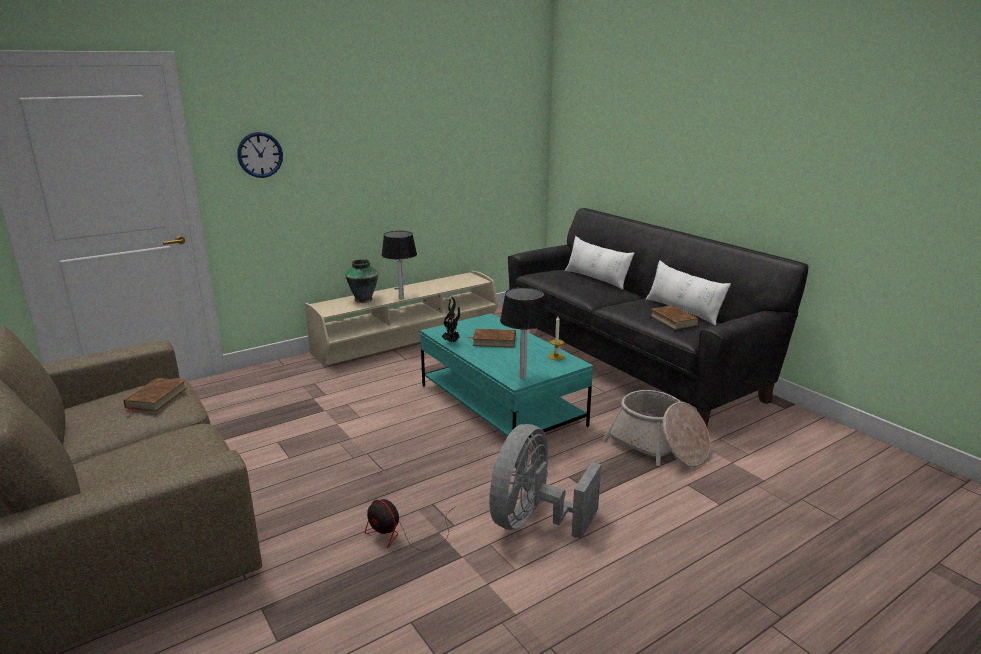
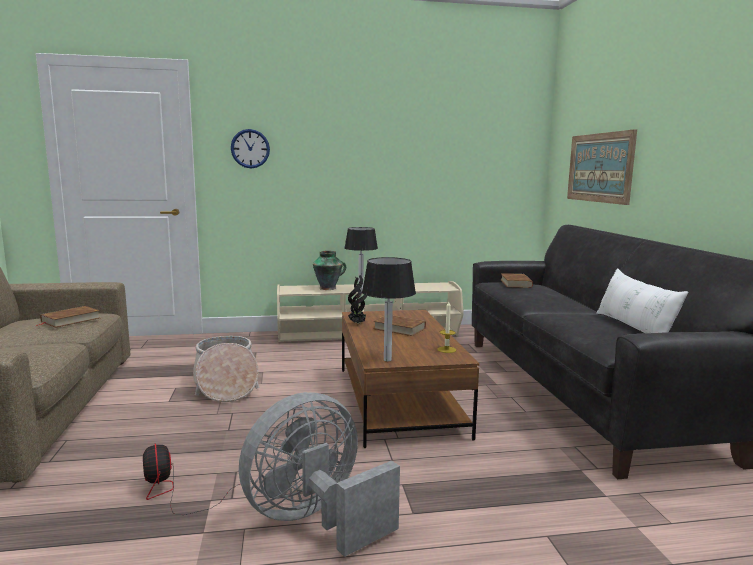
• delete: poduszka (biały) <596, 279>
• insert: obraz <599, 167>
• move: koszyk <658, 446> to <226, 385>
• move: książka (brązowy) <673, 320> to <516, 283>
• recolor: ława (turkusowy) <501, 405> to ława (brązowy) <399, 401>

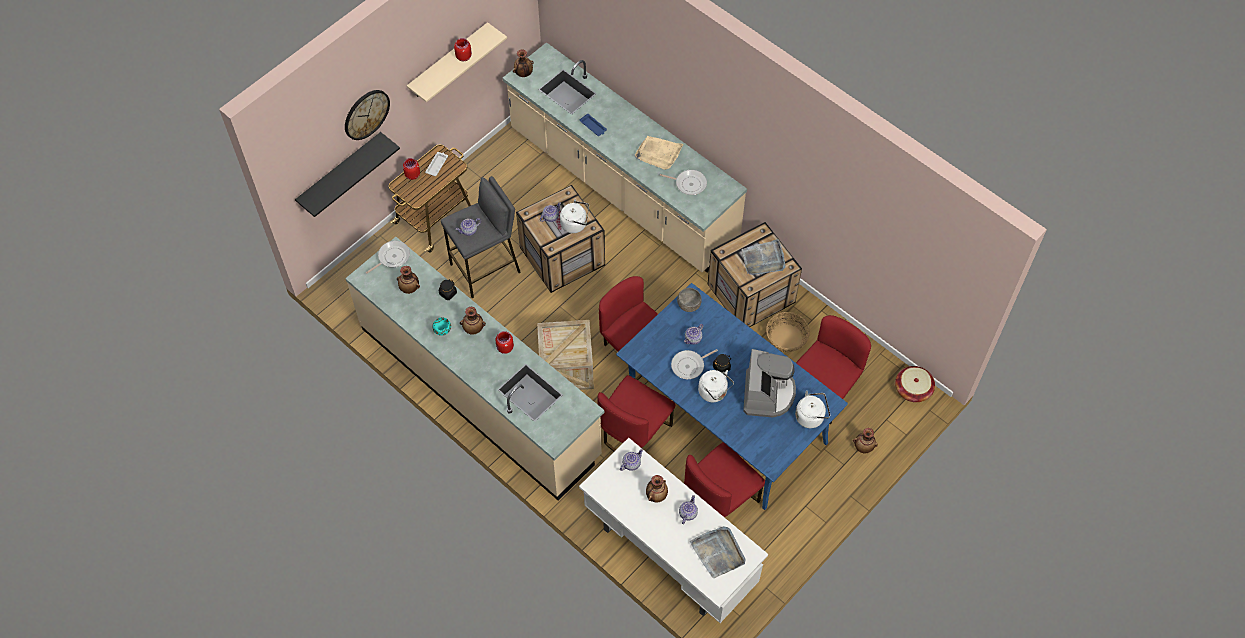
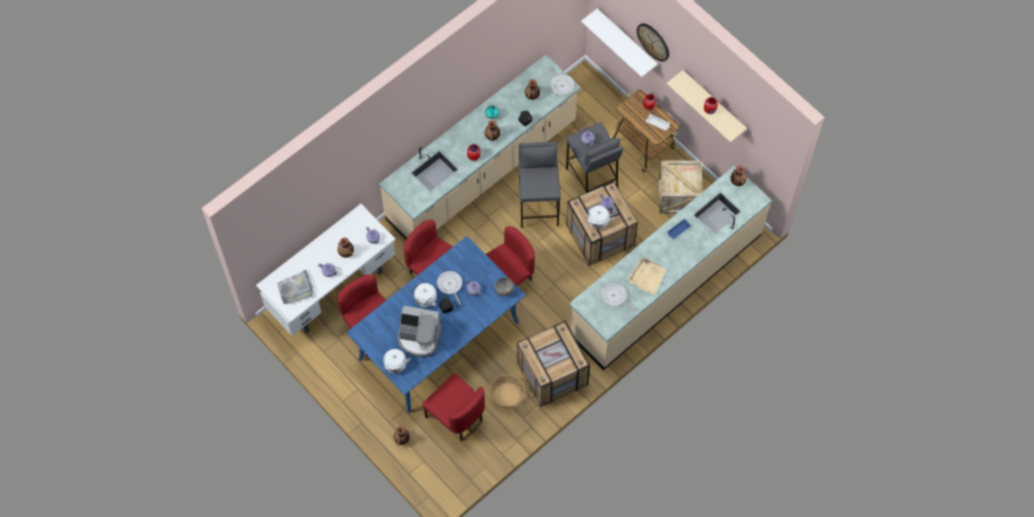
• delete: taca (szary) <763, 259>
• delete: koszyk <913, 389>
• insert: stołek (szary) <538, 206>
• move: skrzynka <566, 368> to <678, 196>
• recolor: półka (czarny) <340, 172> to półka (biały) <626, 41>
• rotate: patelnia <689, 183> = <614, 296> 105 degrees clockwise

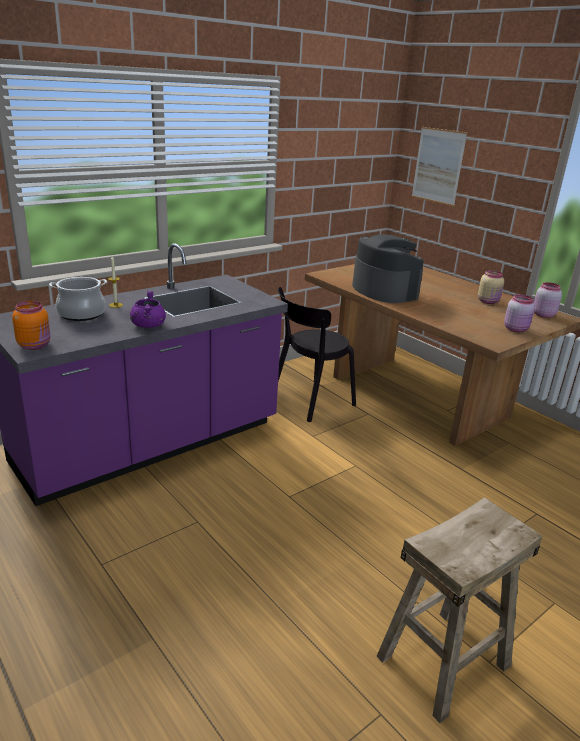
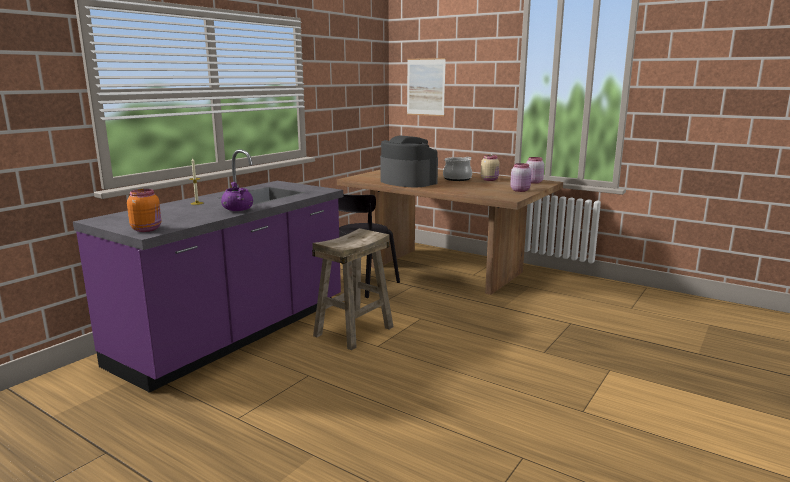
• move: garnek <81, 314> to <457, 179>
• move: stołek (beżowy) <443, 660> to <353, 331>

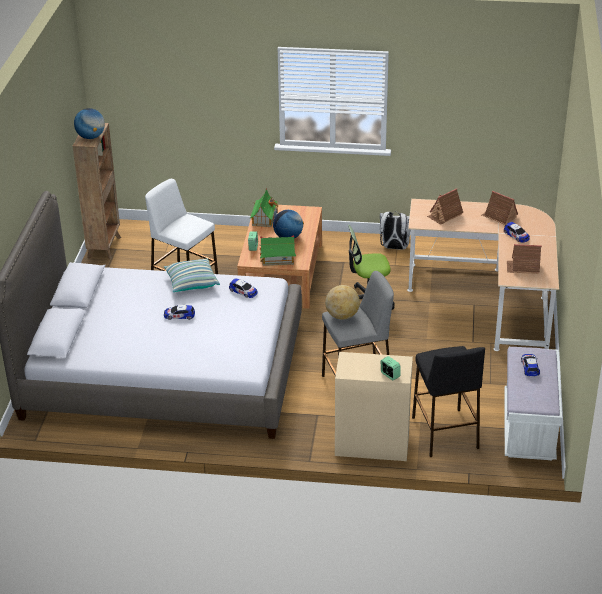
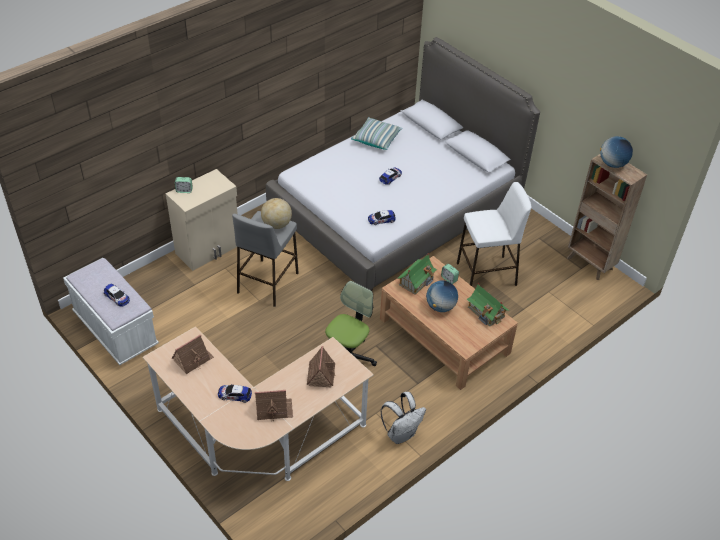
• delete: stołek (czarny) <445, 433>
• move: poduszka <191, 283> to <376, 139>

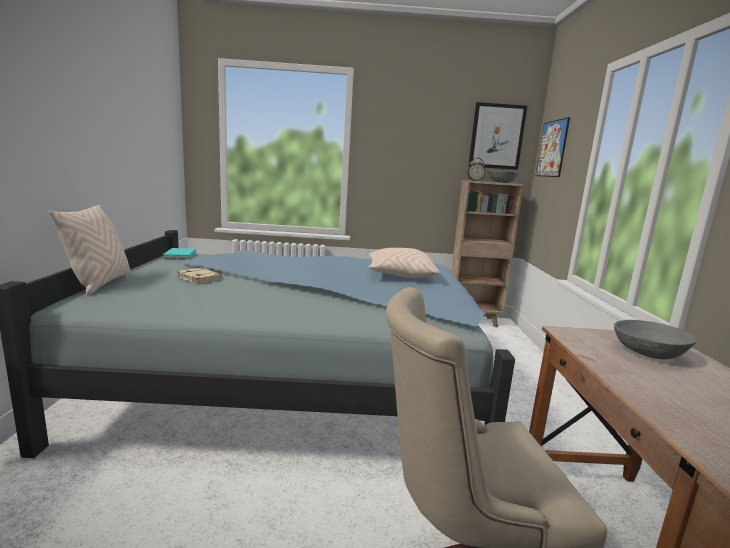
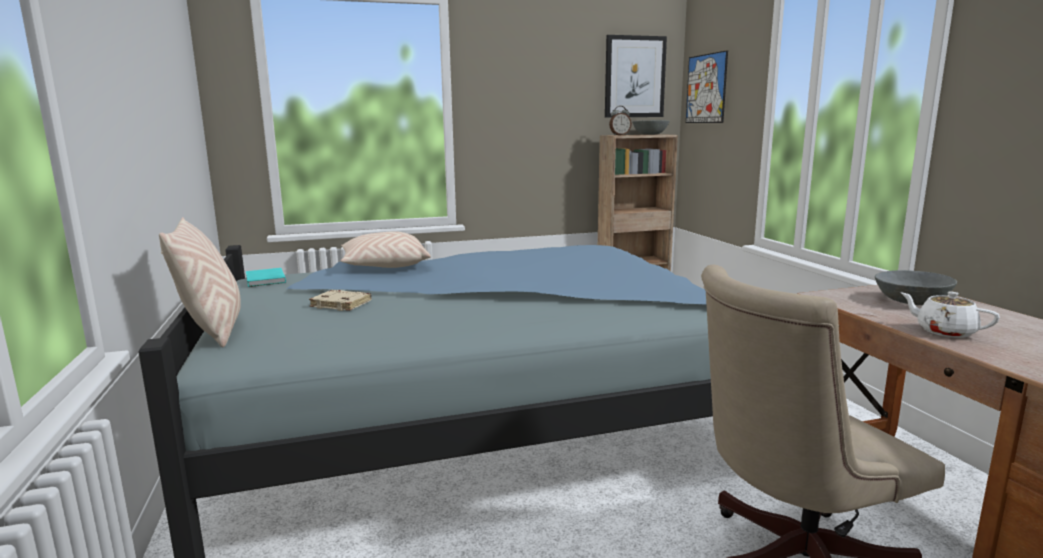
• insert: imbryk (biały) <944, 331>
• move: poduszka (beżowy) <400, 275> to <384, 266>

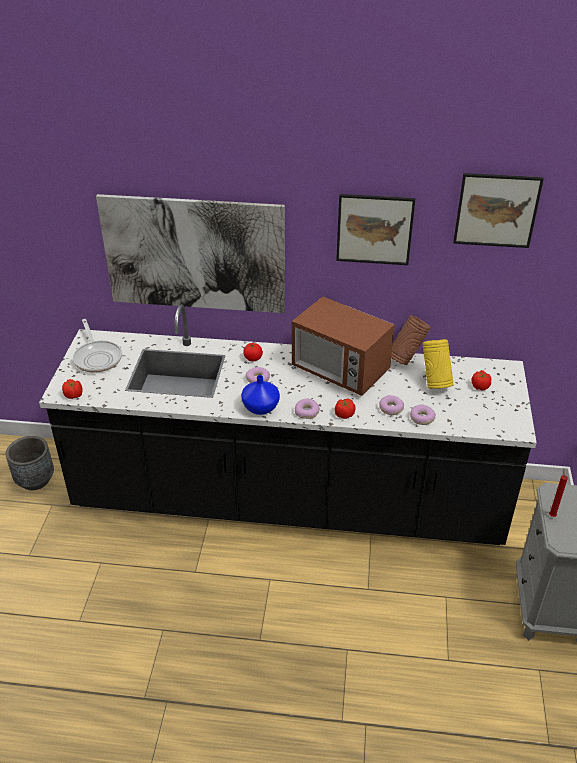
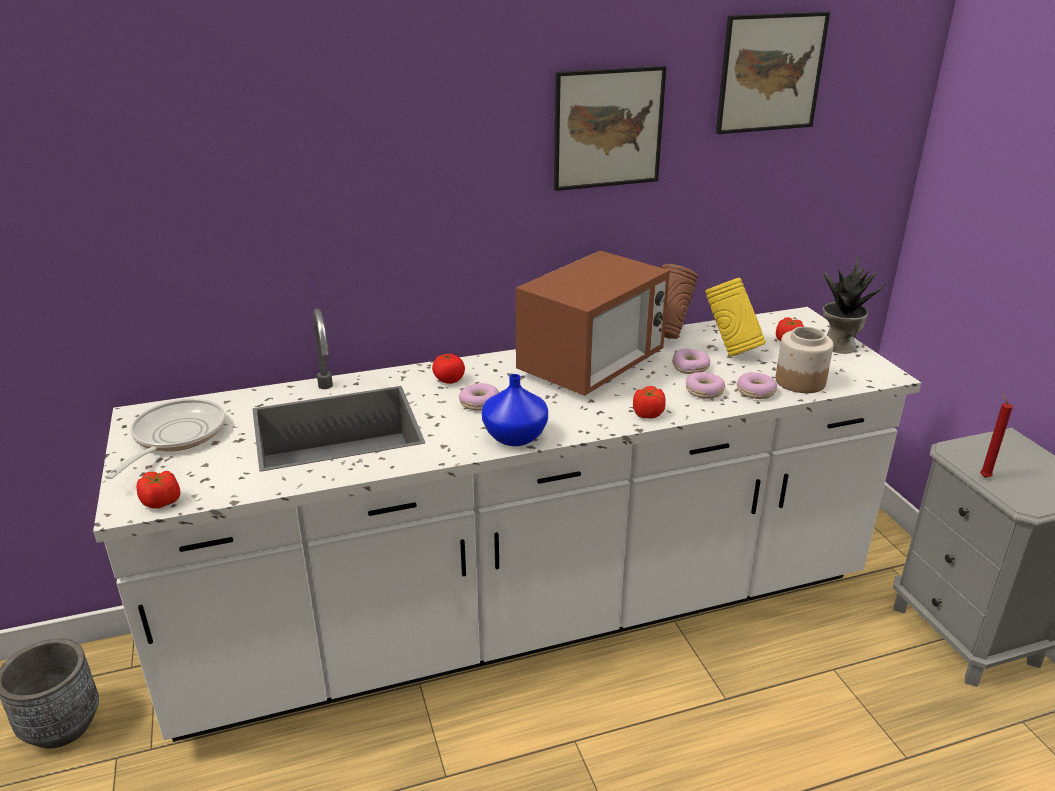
• delete: obraz <194, 254>
• insert: słoik <799, 382>
• insert: roślina doniczkowa <838, 346>
• move: donut <307, 412> to <690, 367>
• recolor: zabudowa kuchenna (czarny) <288, 501> to zabudowa kuchenna (biały) <527, 615>
• rotate: patelnia <97, 357> = <174, 437> 120 degrees counterclockwise
• rotate: mikrofalówka <340, 371> = <591, 366> 60 degrees counterclockwise

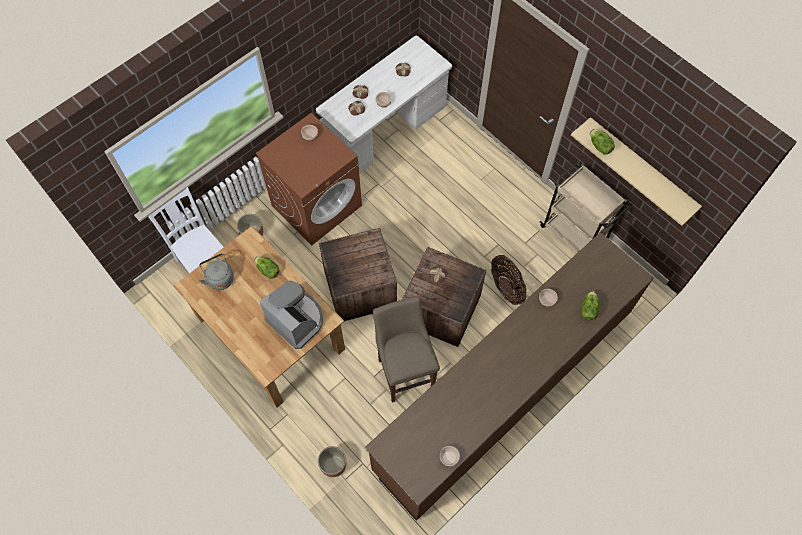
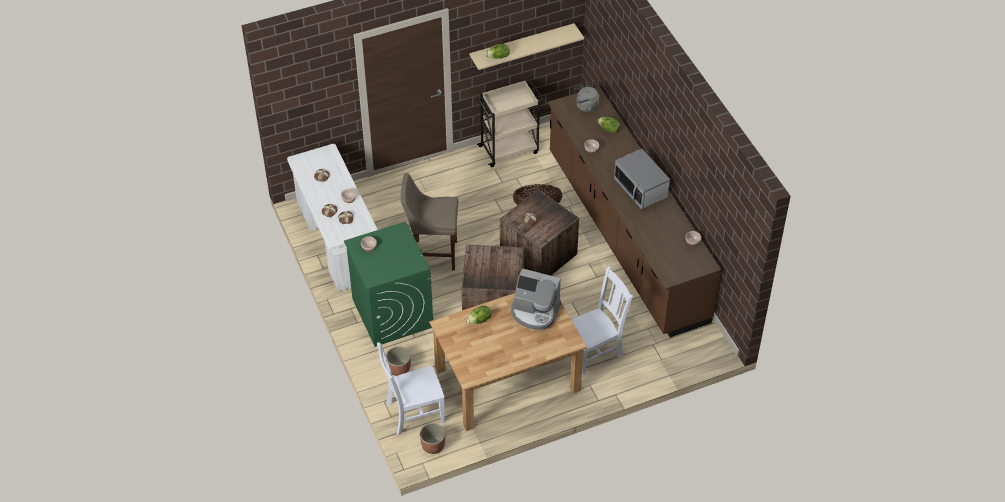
• insert: krzesło (biały) <594, 351>
• insert: mikrofalówka <641, 189>
• move: czajnik (szary) <219, 278> to <585, 107>
• move: donica <333, 465> to <433, 446>
• move: stołek (beżowy) <405, 371> to <432, 254>
• recolor: pralka (brązowy) <317, 205> to pralka (zielony) <392, 312>
• rotate: ekspres do kawy <296, 319> = <535, 312> 135 degrees counterclockwise

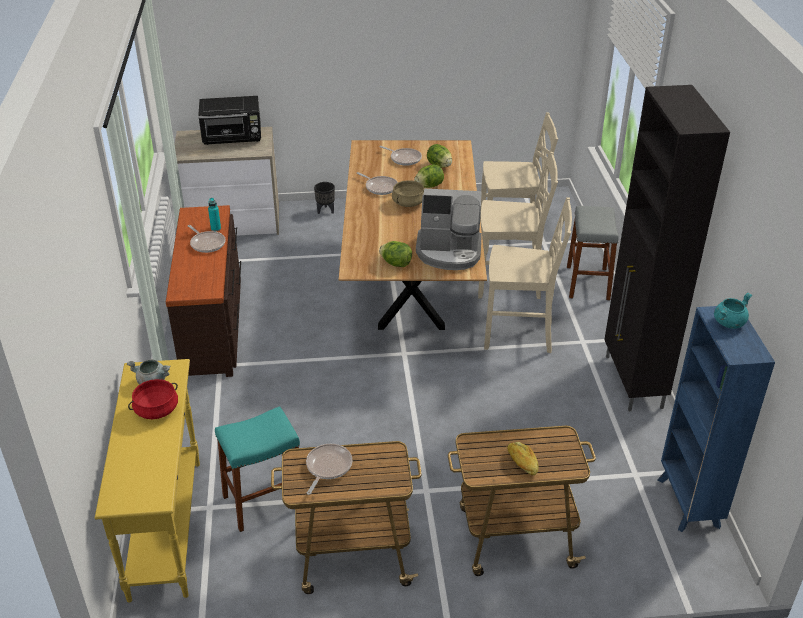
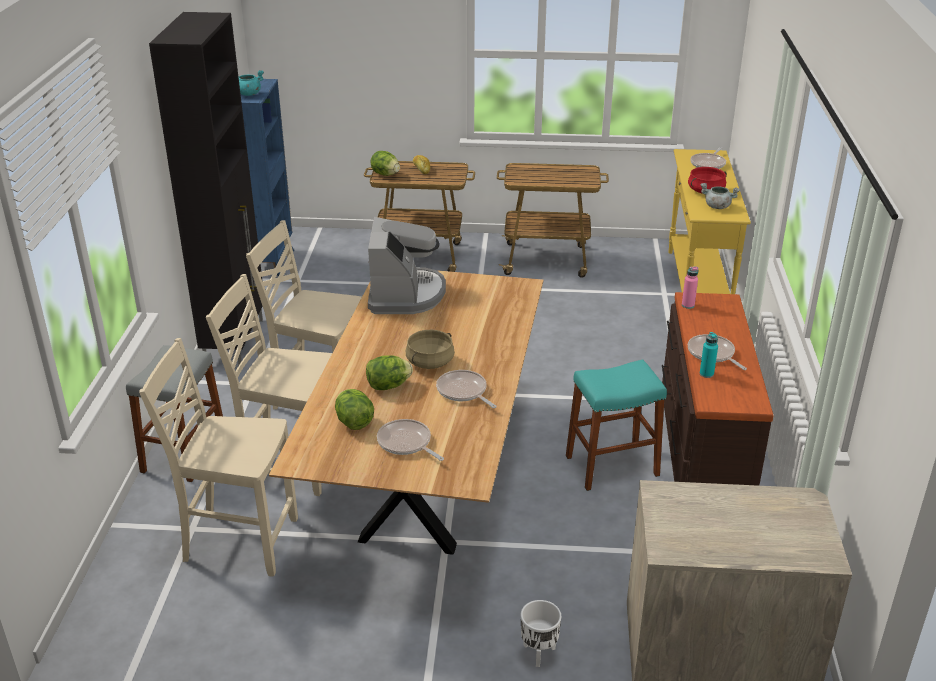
• delete: mikrofalówka (czarny) <233, 137>
• insert: butelka (różowy) <688, 305>
• move: stołek (turkusowy) <265, 501> to <612, 466>
• move: patelnia <327, 467> to <708, 164>
• move: sałata <396, 264> to <385, 174>
• recolor: donica (czarny) <325, 210> to donica (biały) <538, 653>
• rotate: ekspres do kawy <449, 252> = <405, 295> 75 degrees clockwise

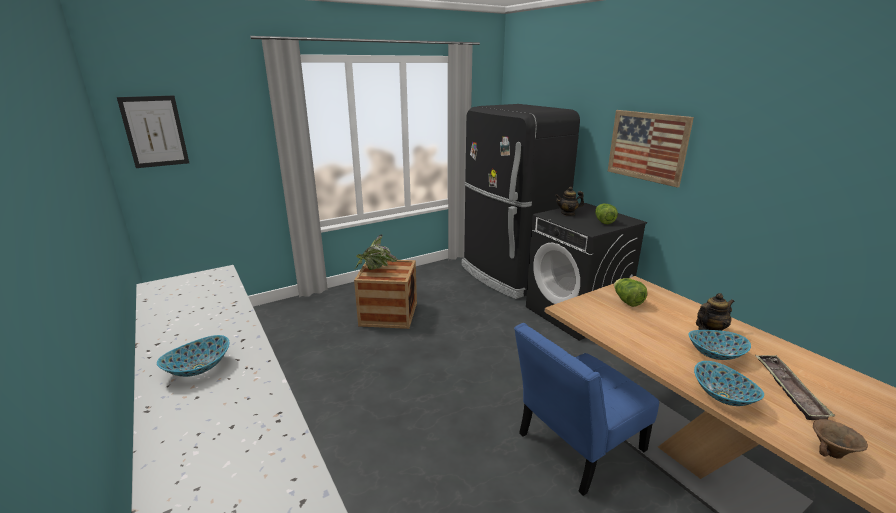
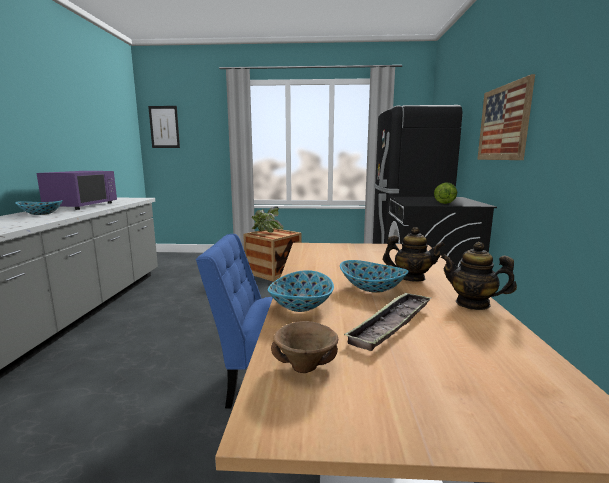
• delete: sałata <627, 301>
• insert: mikrofalówka (fioletowy) <82, 206>
• move: imbryk <568, 213> to <473, 304>

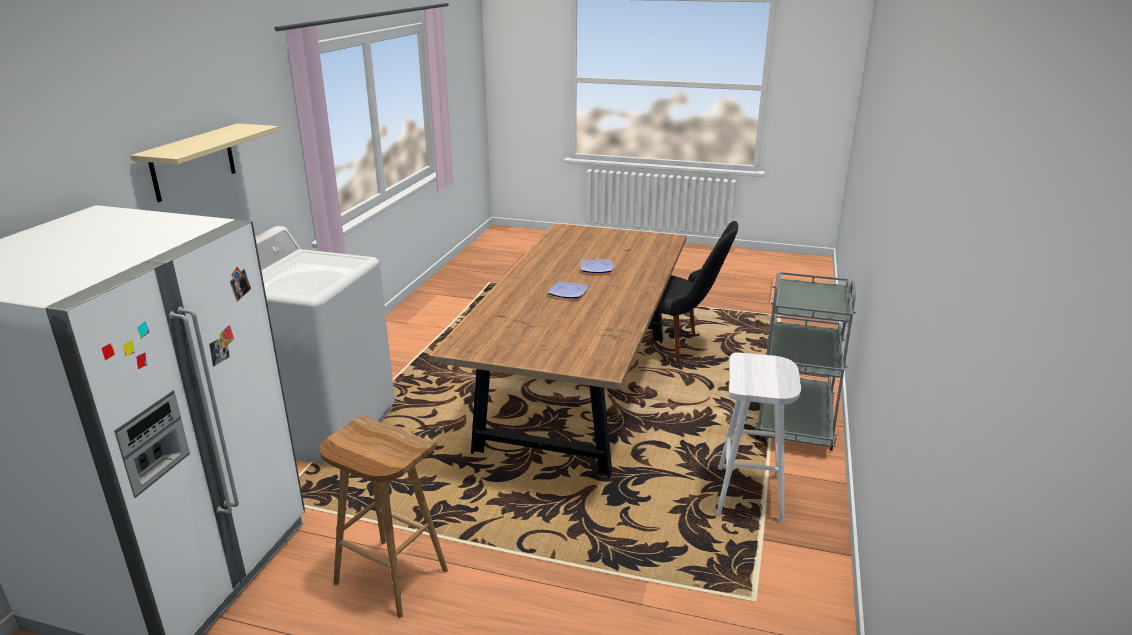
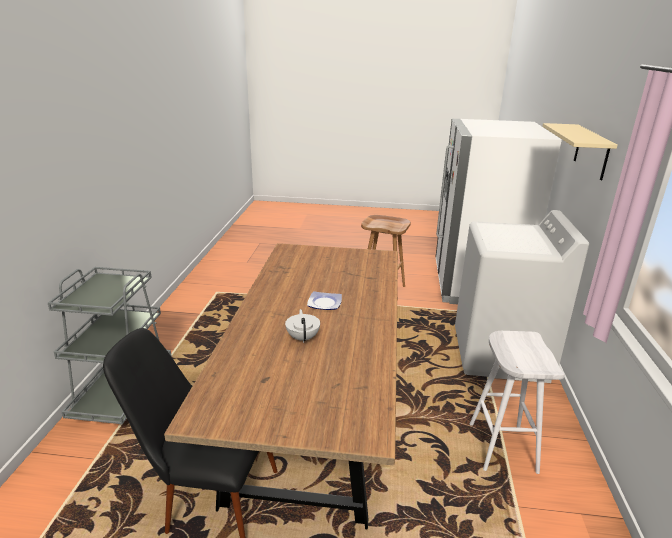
• move: stołek (biały) <750, 495> to <501, 446>
• replace: talerz <596, 268> to imbryk (biały) <303, 338>

